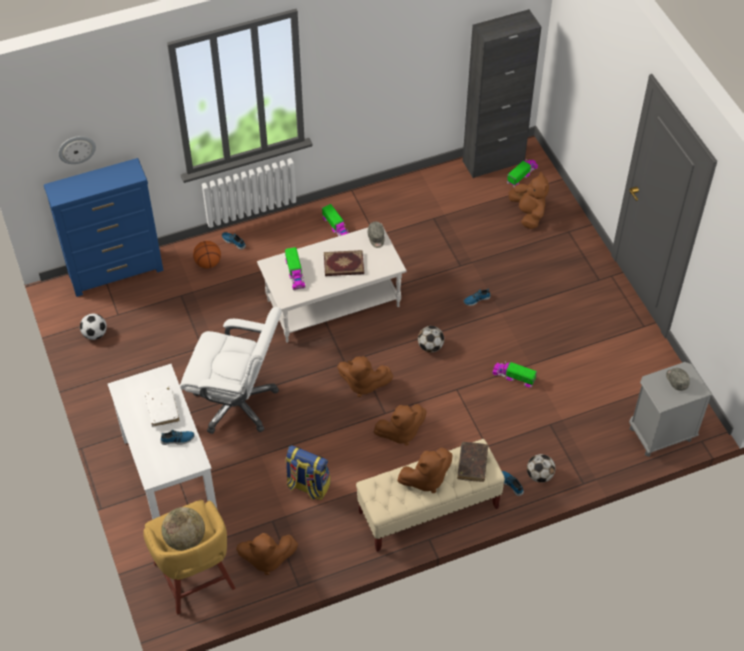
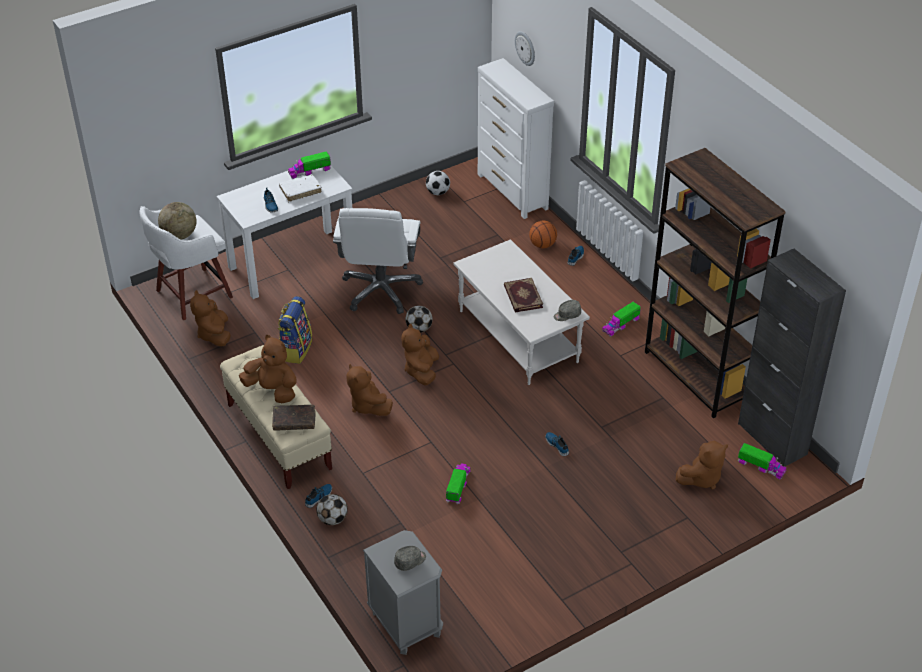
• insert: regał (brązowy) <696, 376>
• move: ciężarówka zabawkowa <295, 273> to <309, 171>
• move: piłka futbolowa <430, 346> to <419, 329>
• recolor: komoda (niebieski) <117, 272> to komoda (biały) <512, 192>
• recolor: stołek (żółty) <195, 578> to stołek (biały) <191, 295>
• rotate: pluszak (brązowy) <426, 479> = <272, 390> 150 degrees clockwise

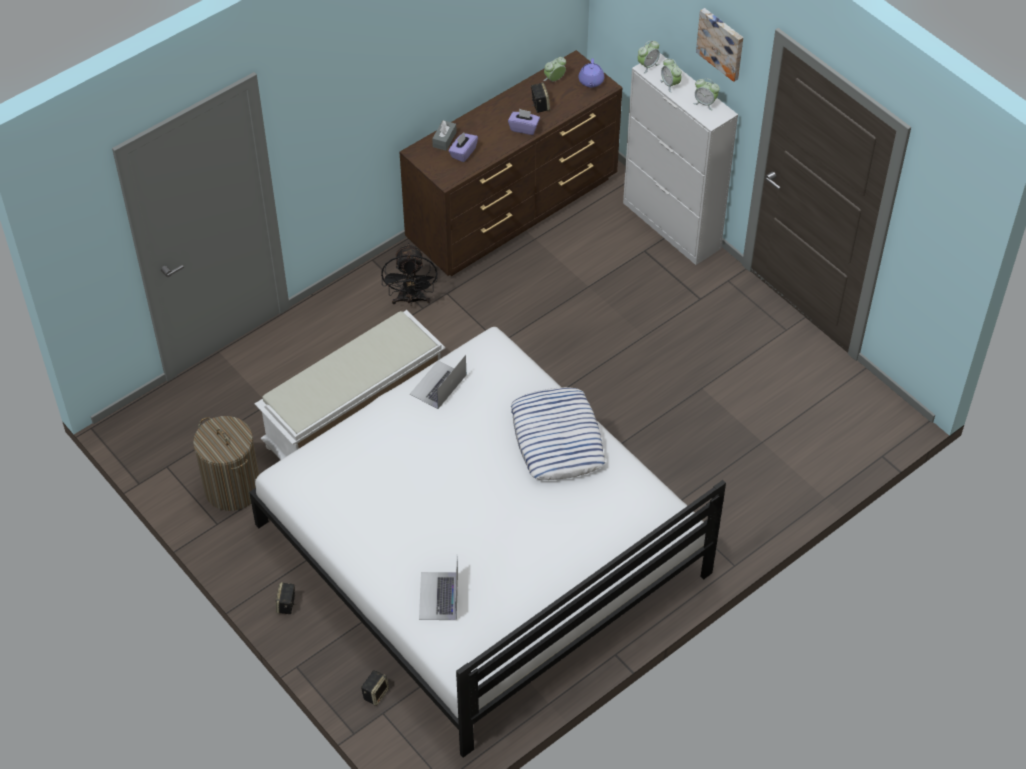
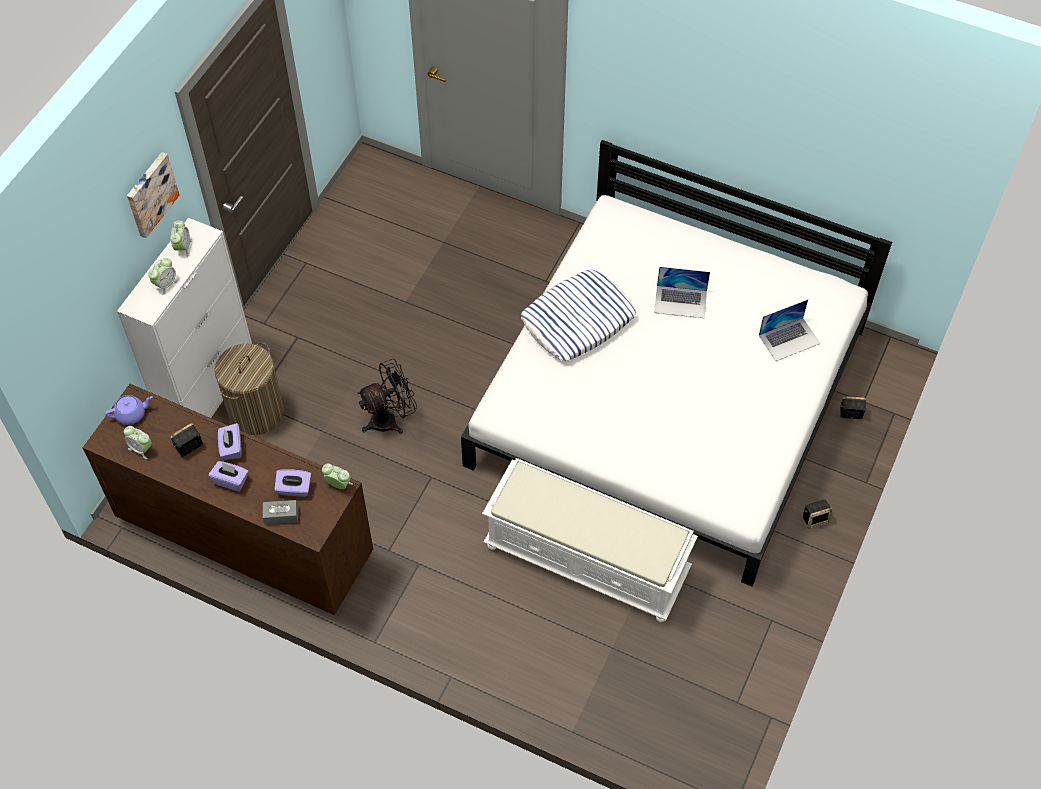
• insert: pudełko chusteczek (fioletowy) <231, 481>
• move: kosz na pranie <232, 488> to <256, 412>
• move: wentylator (czarny) <411, 300> to <390, 419>
• move: laptop <438, 385> to <680, 301>
• move: budzik <647, 65> to <338, 485>

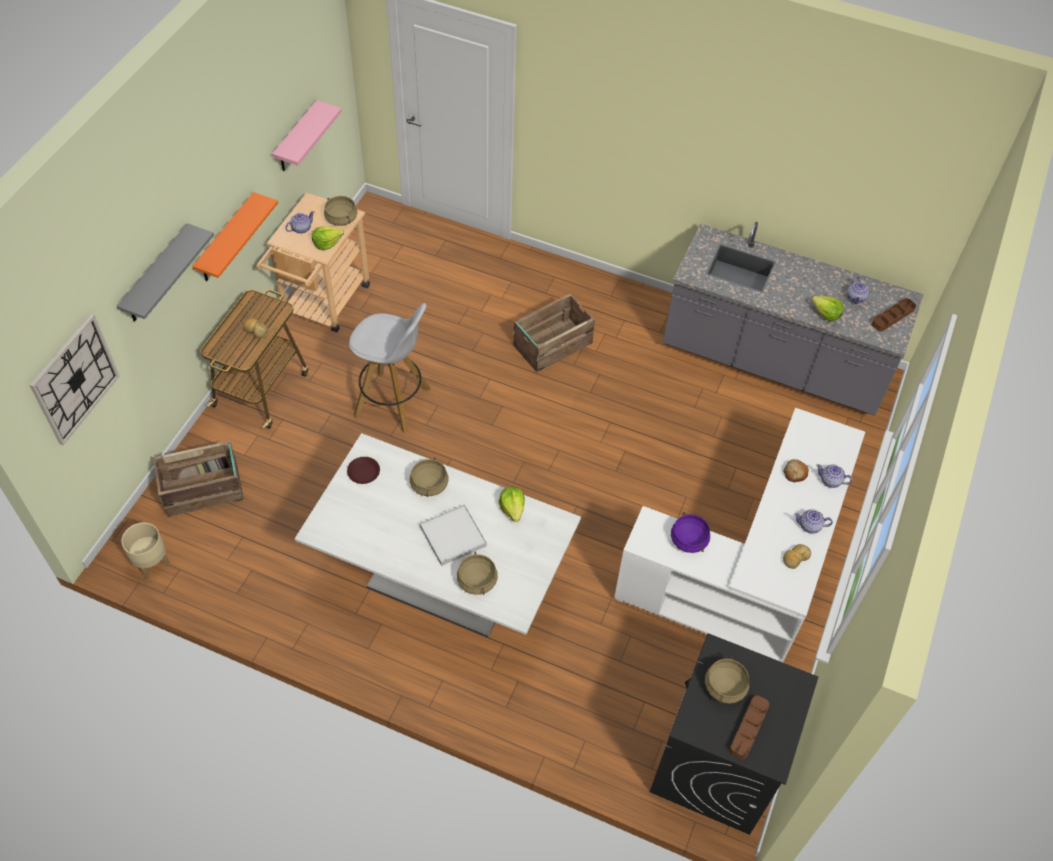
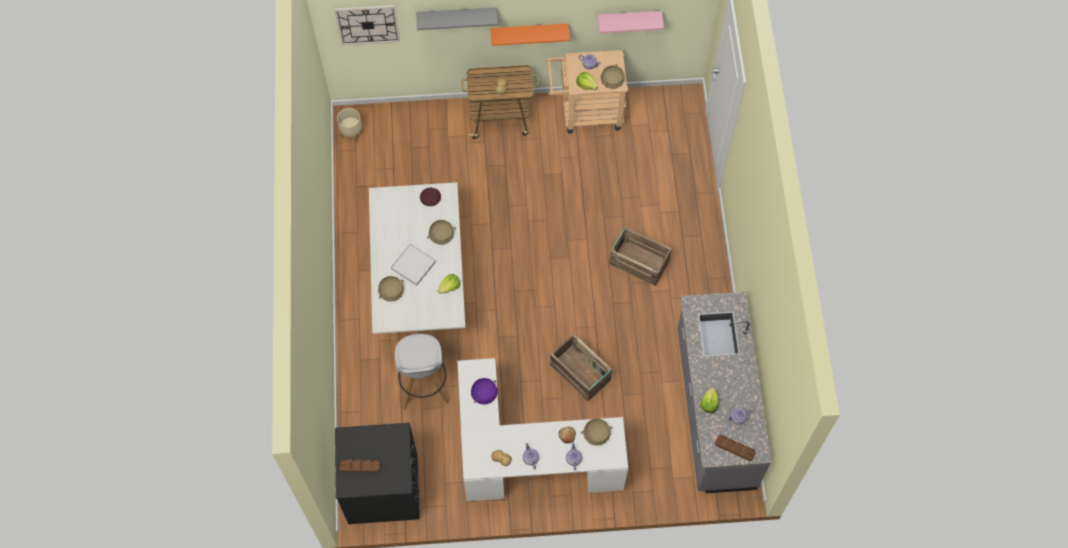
• move: skrzynka <204, 490> to <580, 373>
• move: stołek (biały) <394, 402> to <424, 387>
• move: garnek (beżowy) <724, 686> to <596, 434>

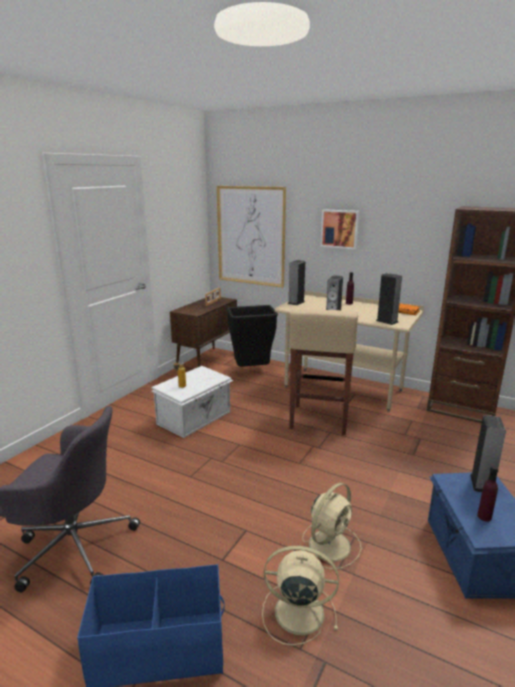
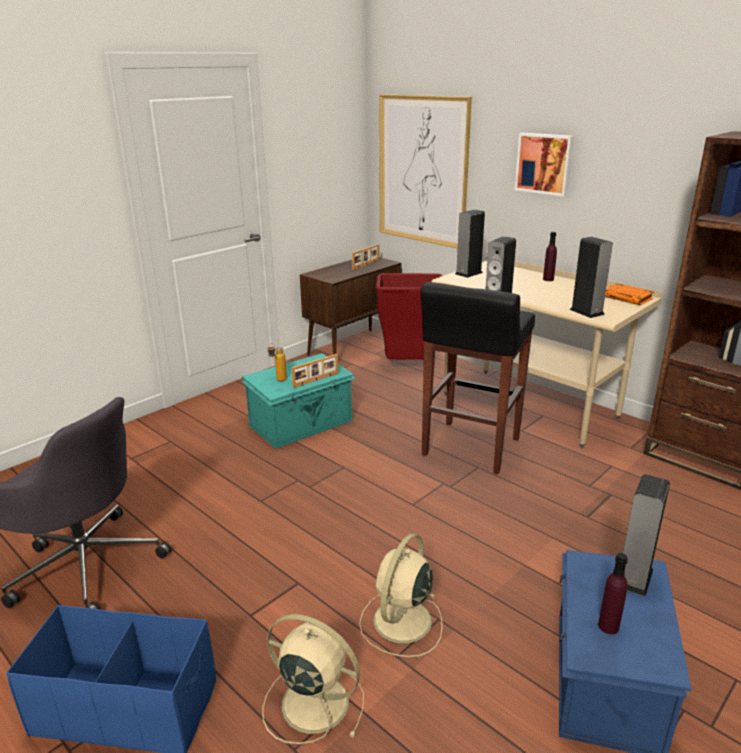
• insert: ramka na zdjęcie <316, 380>
• recolor: pojemnik do przechowywania (biały) <195, 418> to pojemnik do przechowywania (turkusowy) <302, 423>
• recolor: kosz na śmieci (czarny) <251, 371> to kosz na śmieci (czerwony) <408, 367>
• recolor: stołek (beżowy) <319, 420> to stołek (czarny) <470, 447>
• rotate: wentylator (beżowy) <330, 544> = <401, 622> 150 degrees clockwise

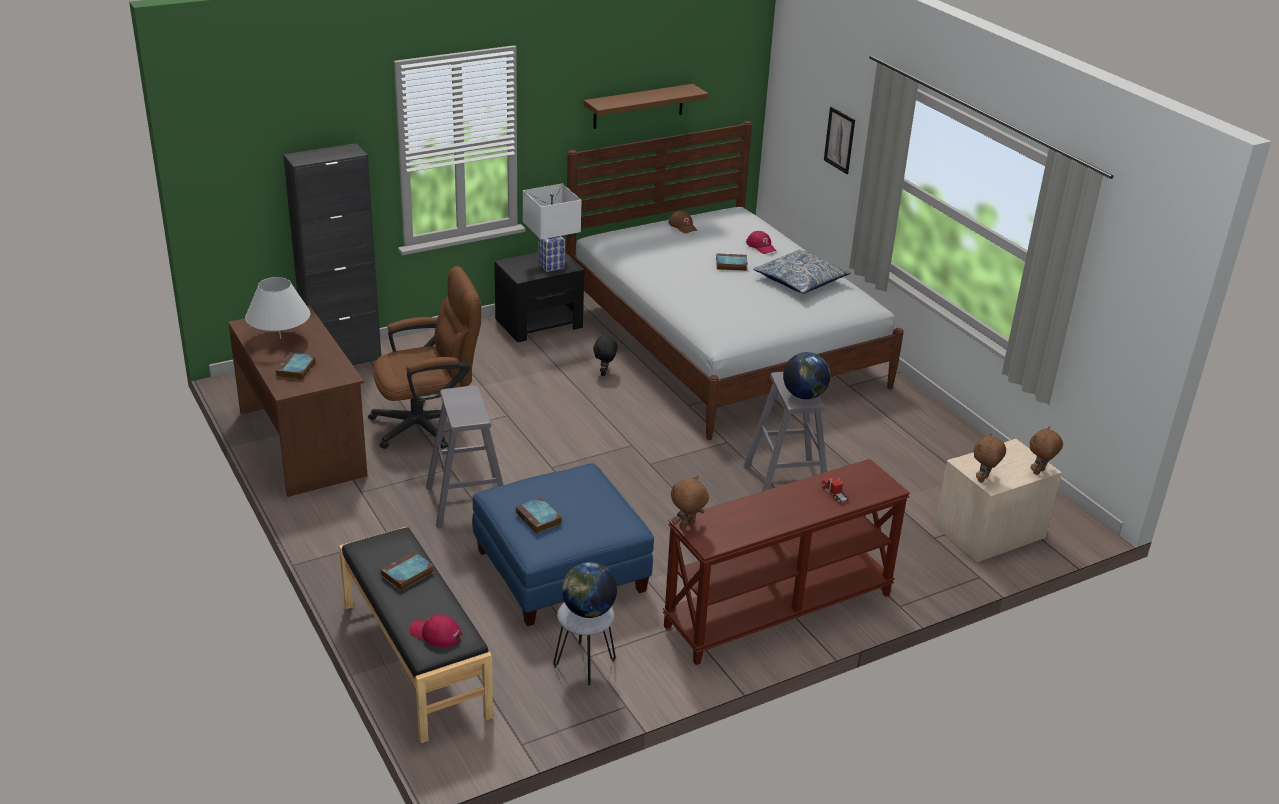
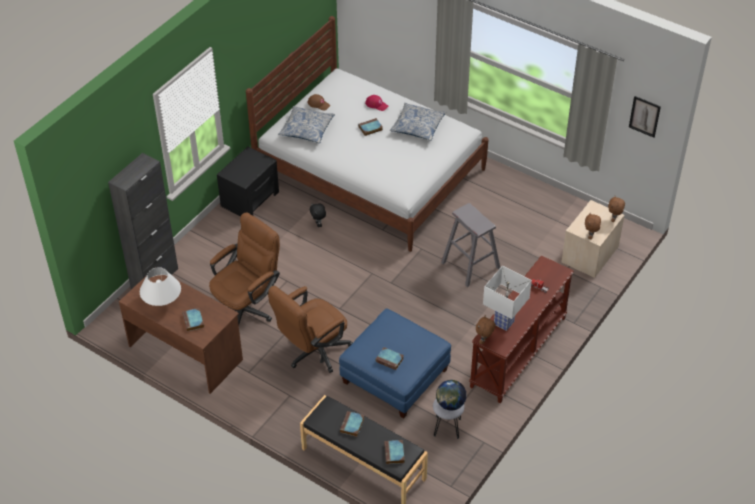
• delete: półka (brązowy) <638, 106>
• delete: globus <804, 396>
• insert: poduszka <306, 129>
• move: lampa stołowa (biały) <551, 265> to <503, 322>
• move: obraz <839, 140> to <644, 116>
• replace: czapka z daszkiem (czerwony) <435, 634> to książka <394, 454>
• replace: stołek (szary) <468, 502> to krzesło biurowe (brązowy) <312, 353>

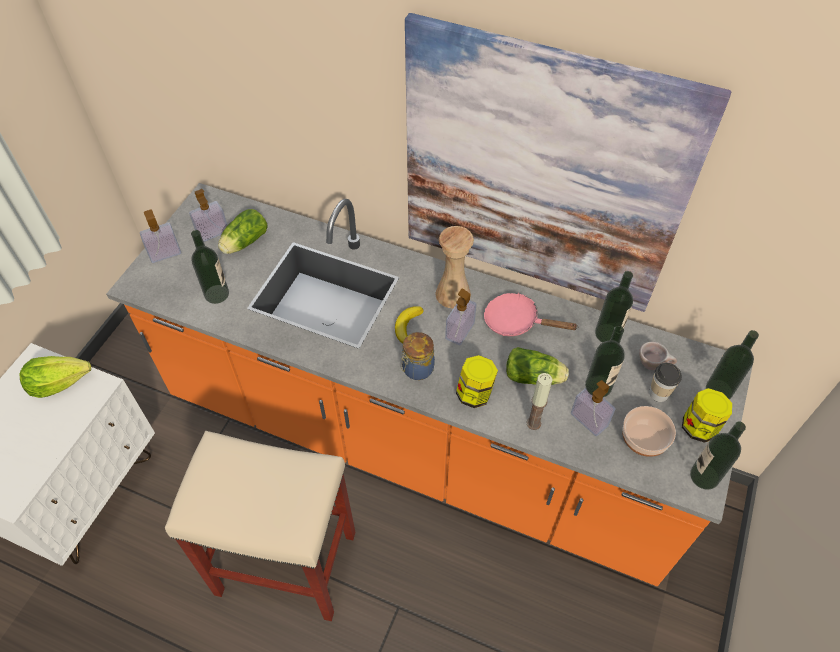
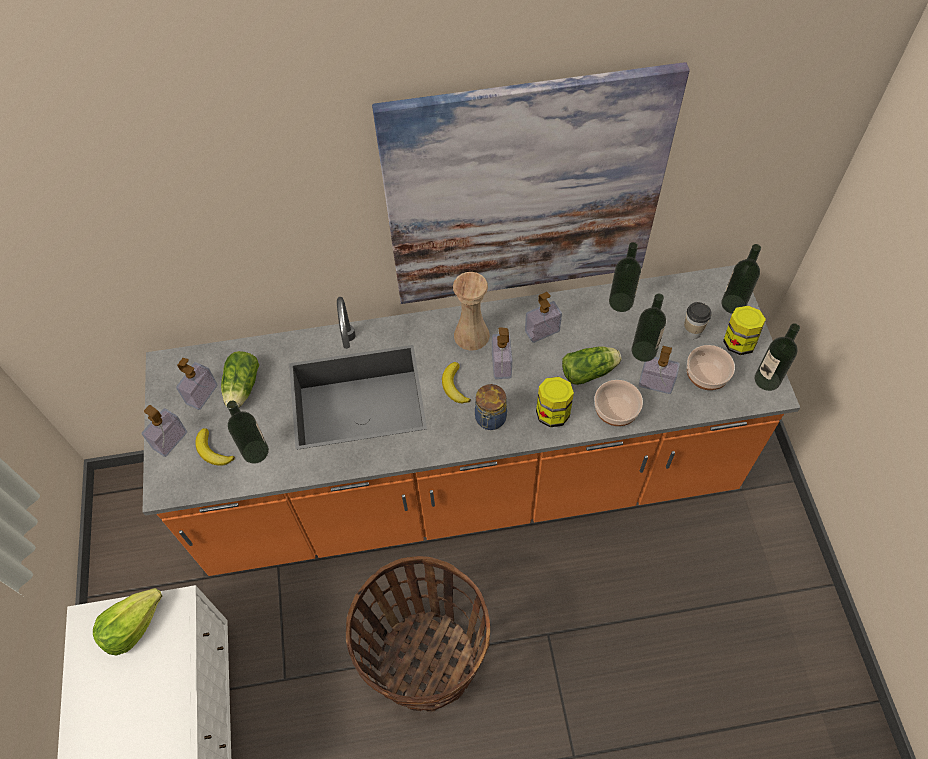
• delete: filiżanka (beżowy) <653, 365>
• insert: banan <212, 451>
• replace: stołek (beżowy) <284, 563> to koszyk <425, 661>
• replace: patelnia (różowy) <516, 322> to dozownik mydła <542, 331>
• replace: świeca <533, 423> to miska <616, 411>

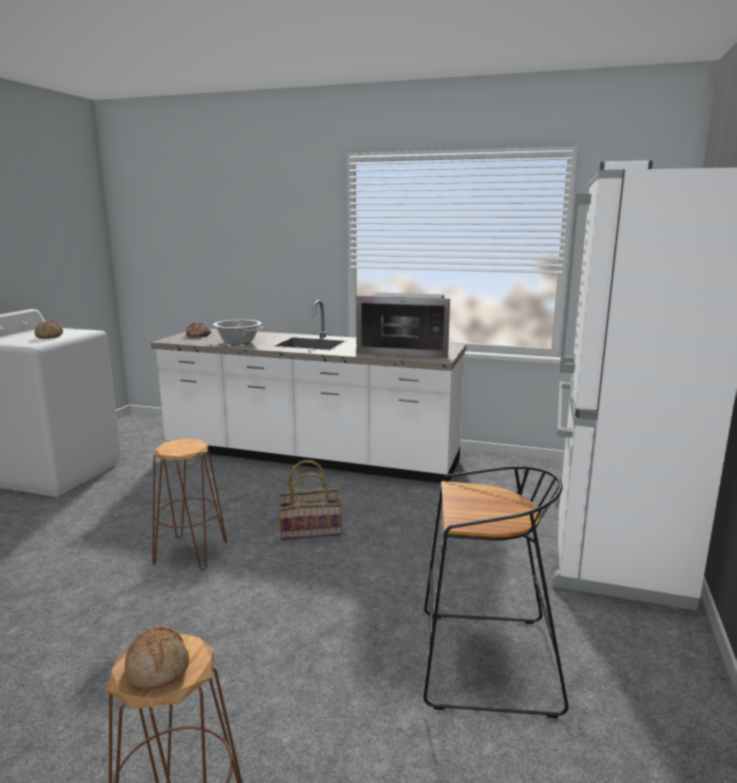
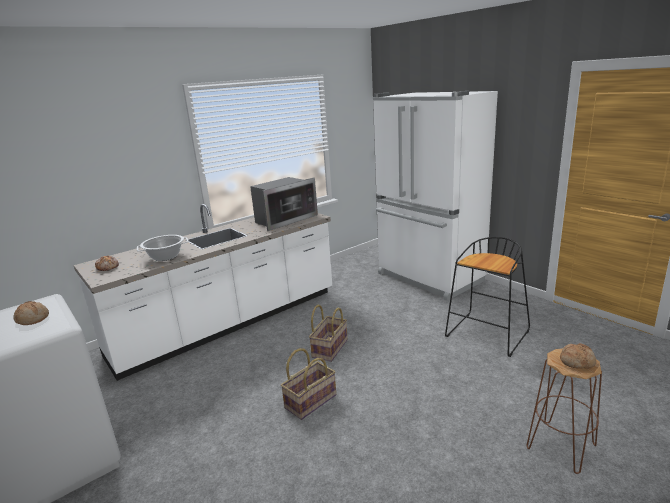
• replace: stołek (brązowy) <191, 553> to koszyk <310, 401>

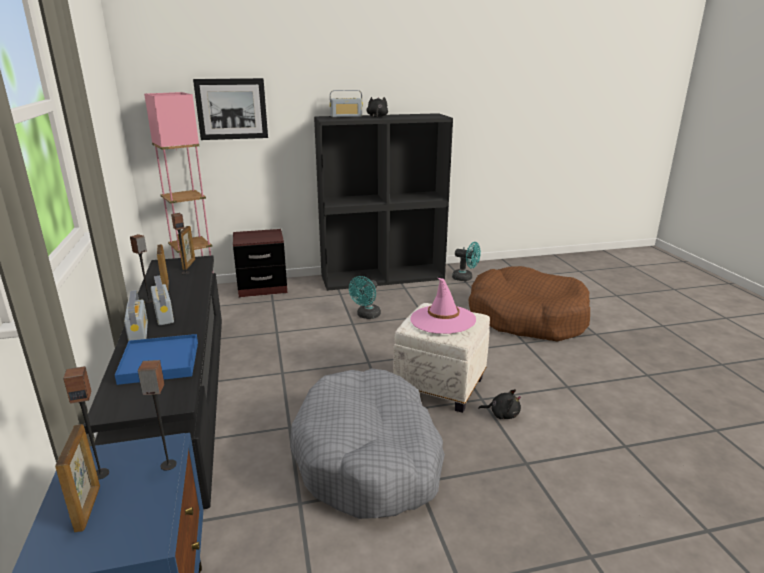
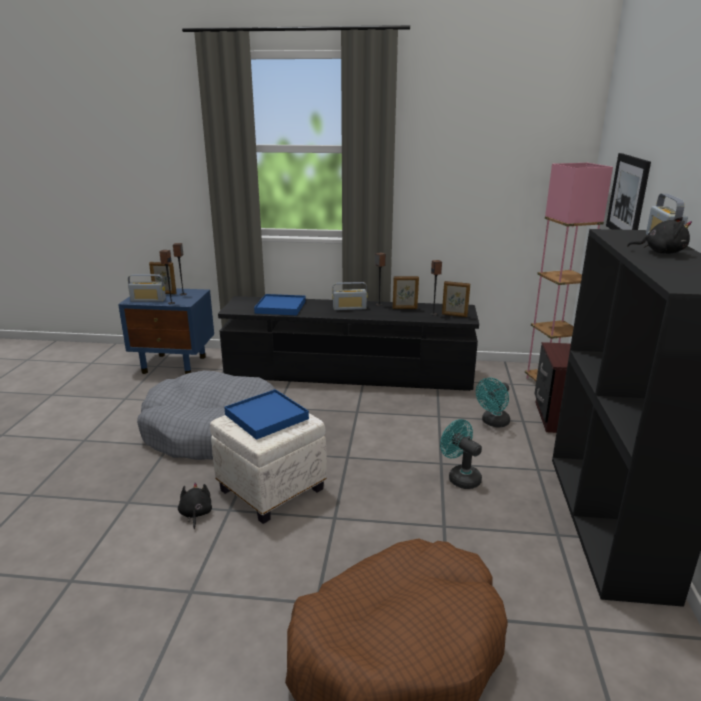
• move: radio <138, 333> to <148, 300>
• move: wentylator (turkusowy) <465, 278> to <493, 423>
• replace: kapelusz (różowy) <442, 320> to taca (niebieski) <266, 417>
• rotate: pluszak (czarny) <502, 414> = <195, 514> 135 degrees clockwise

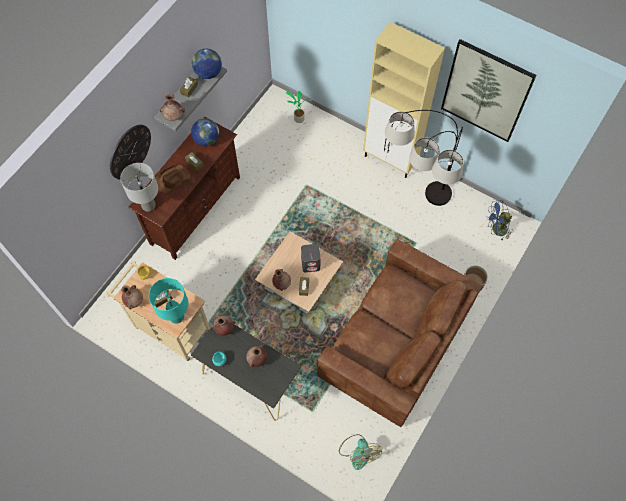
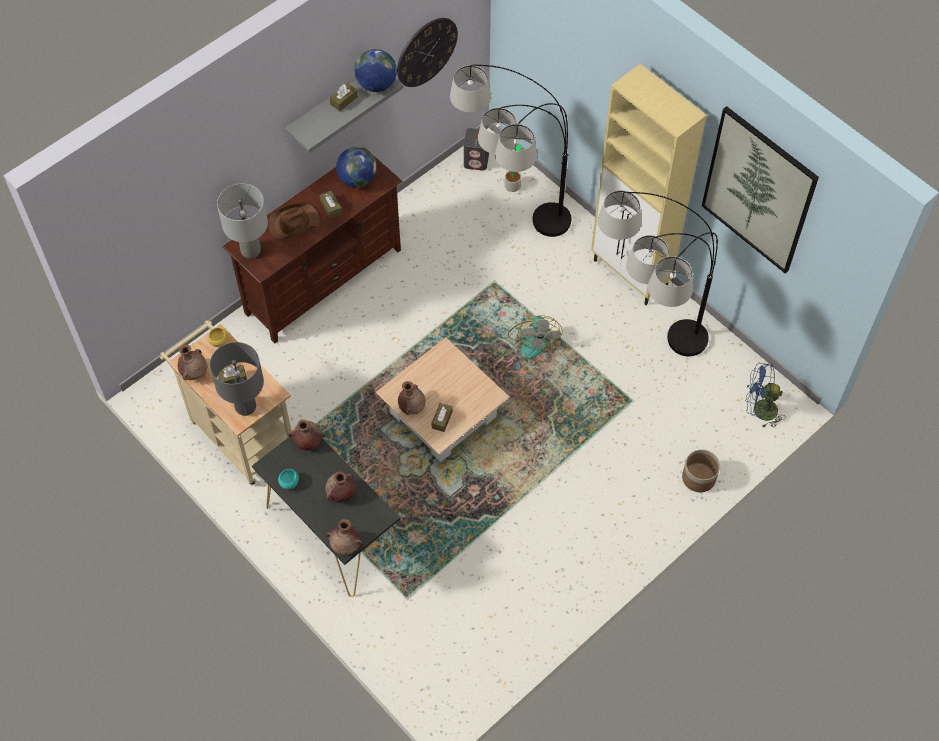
• delete: kanapa (brązowy) <396, 341>
• insert: lampa stojąca <511, 241>
• move: zegar ścienny <130, 151> to <426, 52>
• move: wazon (brązowy) <174, 117> to <346, 545>
• move: głośnik (szary) <311, 264> to <476, 161>
• move: wentylator <358, 451> to <533, 340>
• recolor: lampa stołowa (turkusowy) <176, 316> to lampa stołowa (szary) <245, 406>

